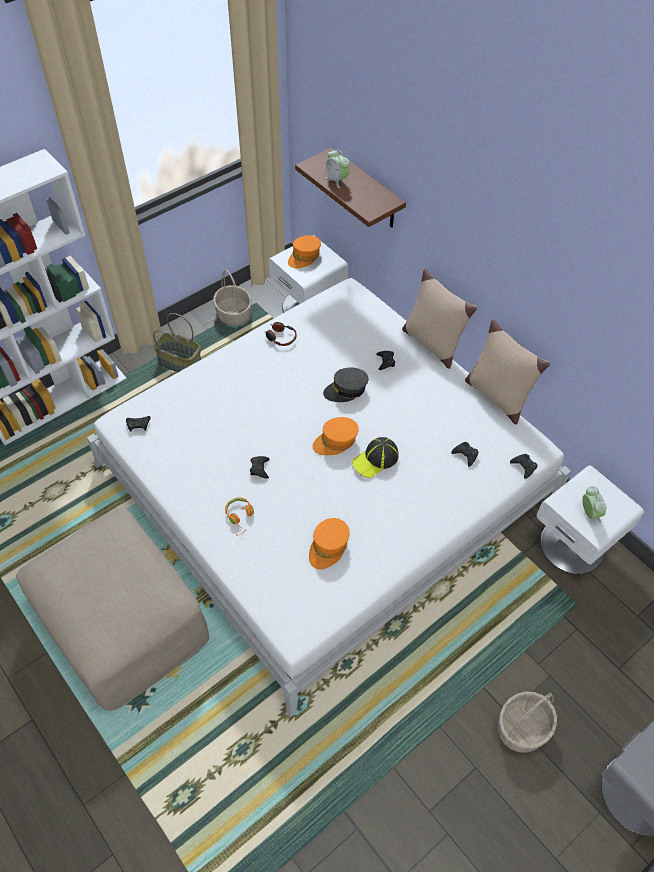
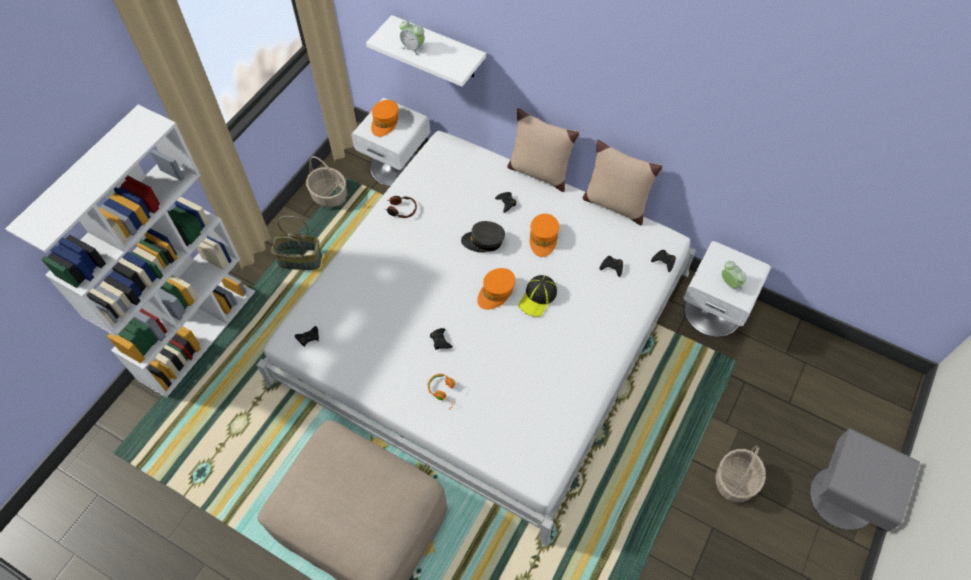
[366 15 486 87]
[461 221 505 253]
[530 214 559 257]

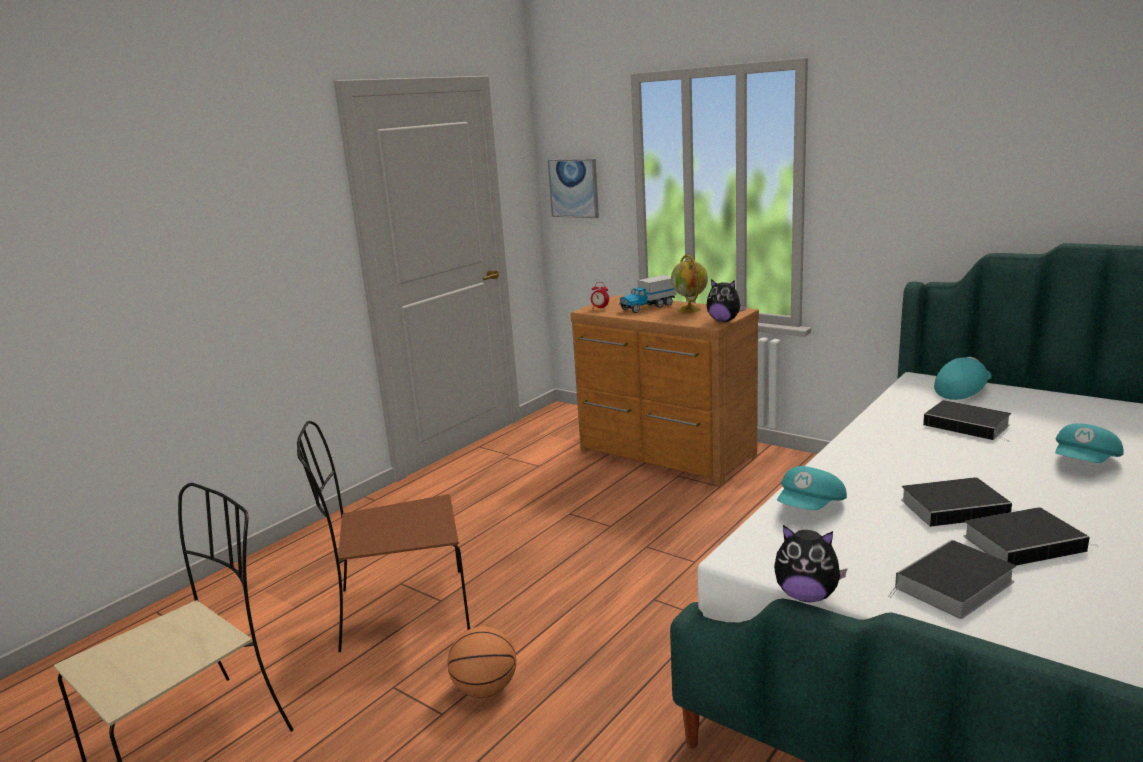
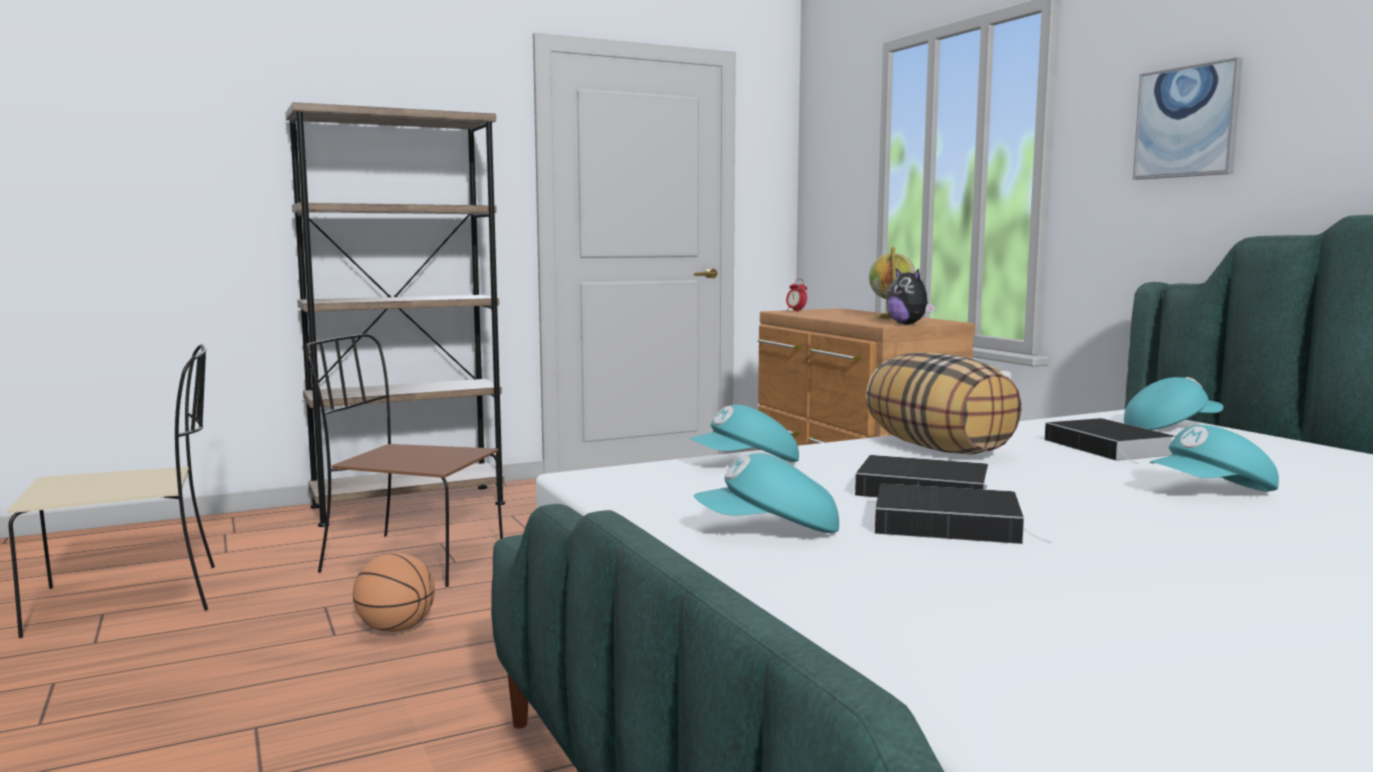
[285 102 505 527]
[694 453 839 533]
[866 352 1022 455]
[1133 57 1243 180]
[619 275 677 313] (first image)
[774 525 848 602] (first image)

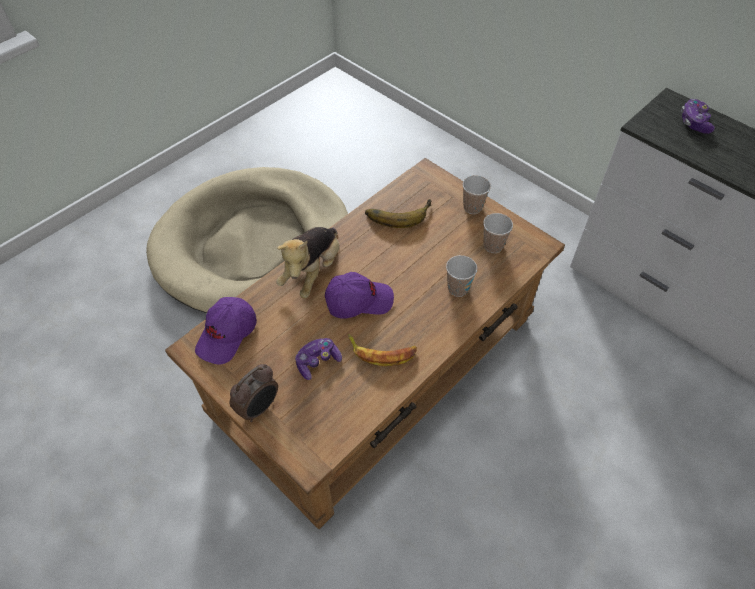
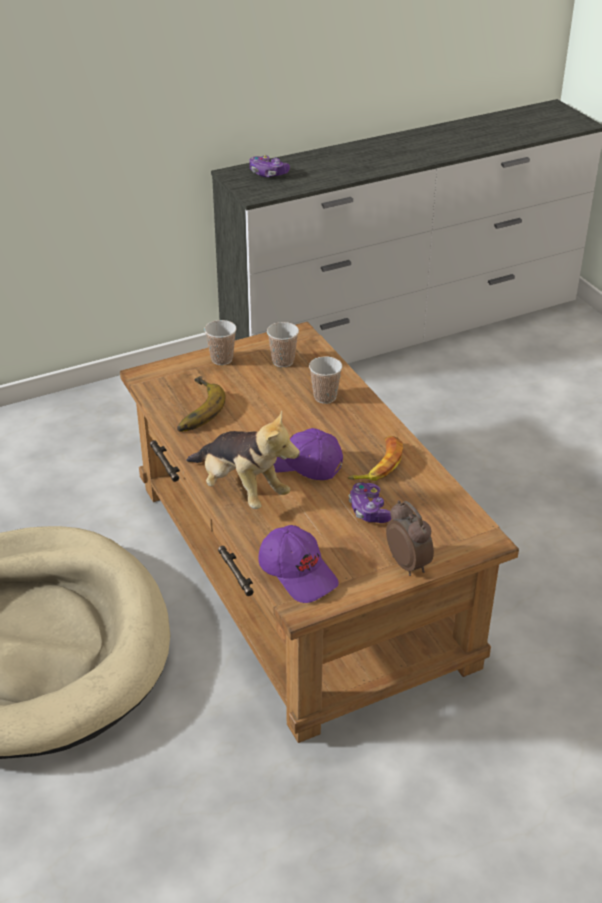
[273 428 343 480]

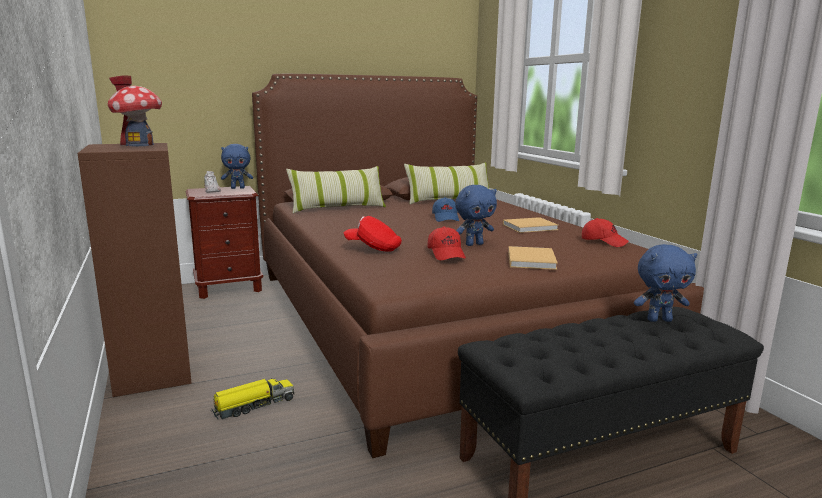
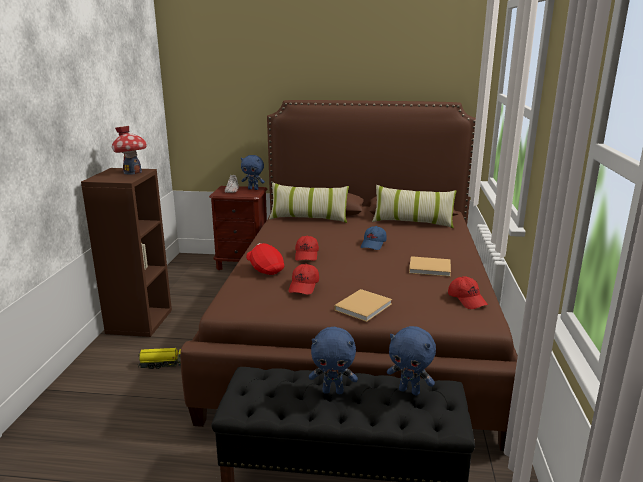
[295 235 319 261]
[309 327 358 394]

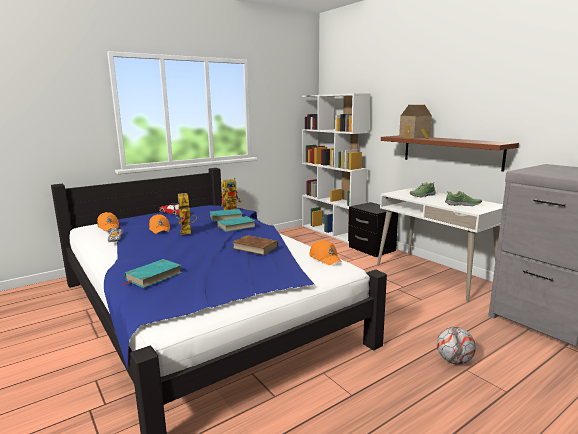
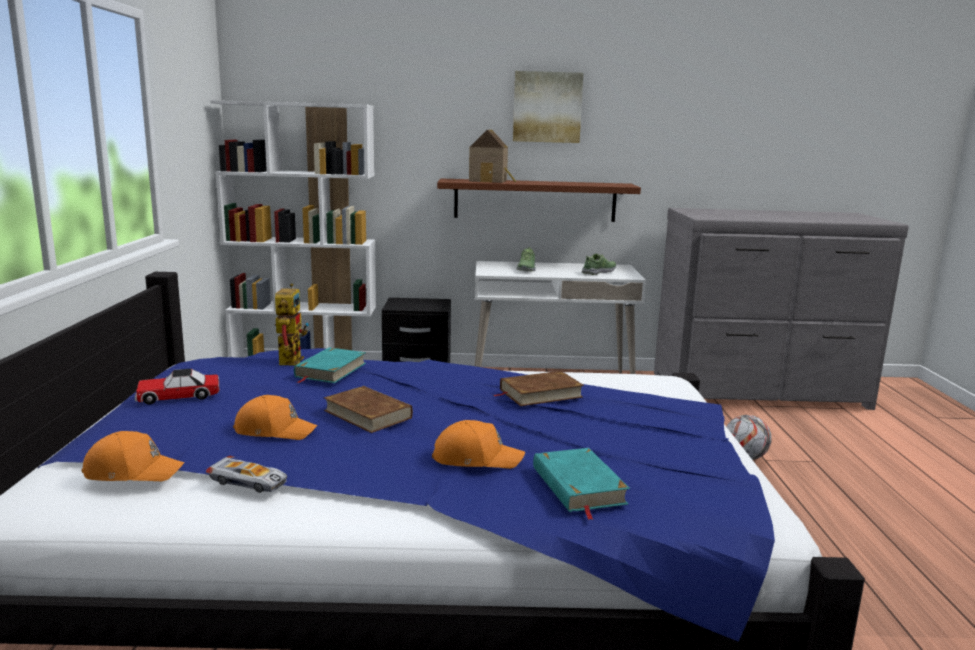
[324 386 413 433]
[432 420 525 469]
[513 71 584 143]
[214 216 256 232] (first image)

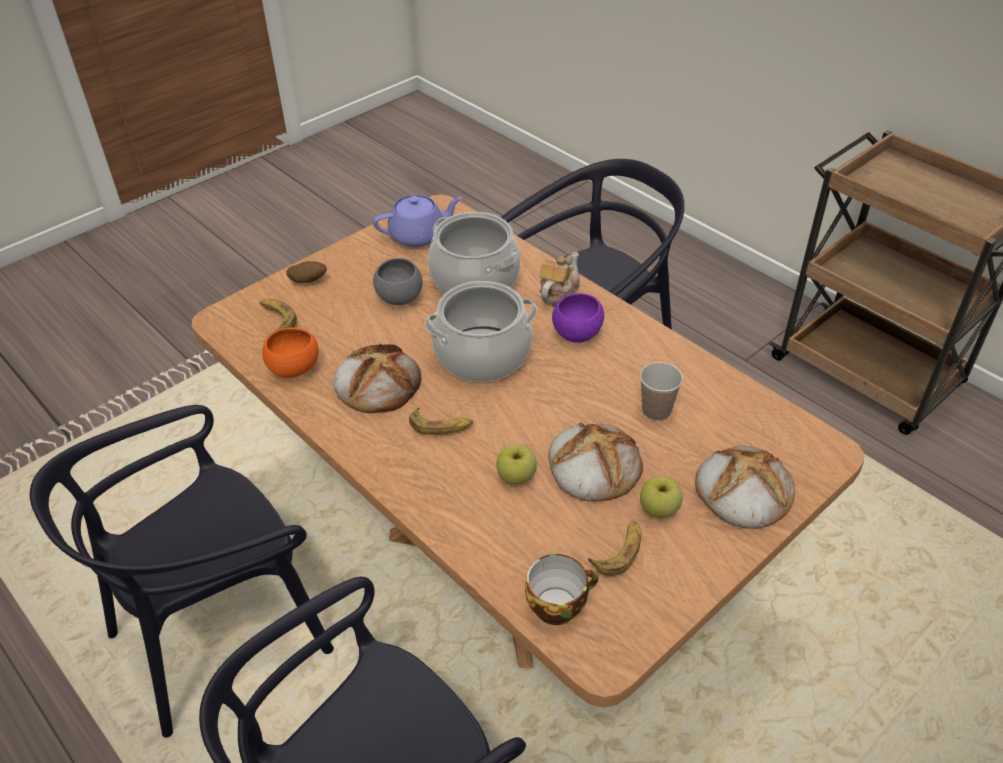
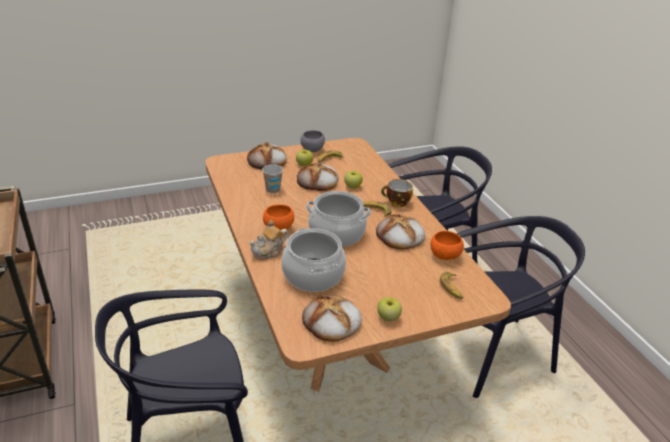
[263 204 294 230]
[300 130 325 152]
[302 295 362 342]
[377 297 402 322]
[381 179 413 207]
[286 261 327 283] (first image)

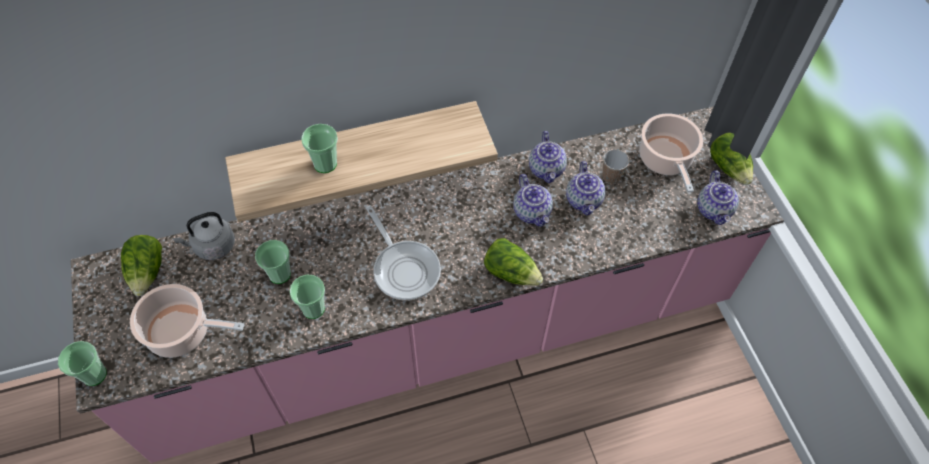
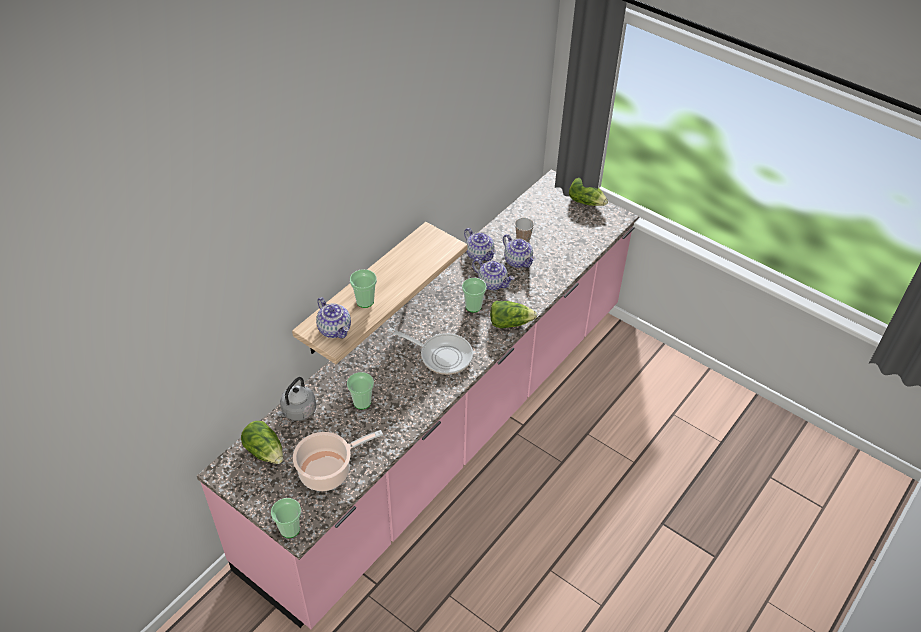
[316 297 351 339]
[462 278 487 313]
[639 114 703 192] (first image)

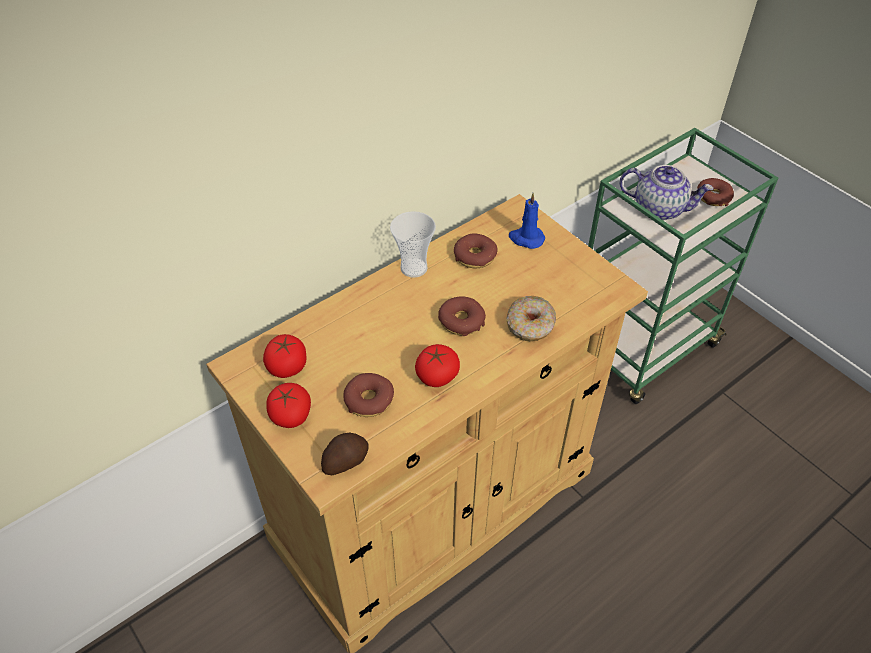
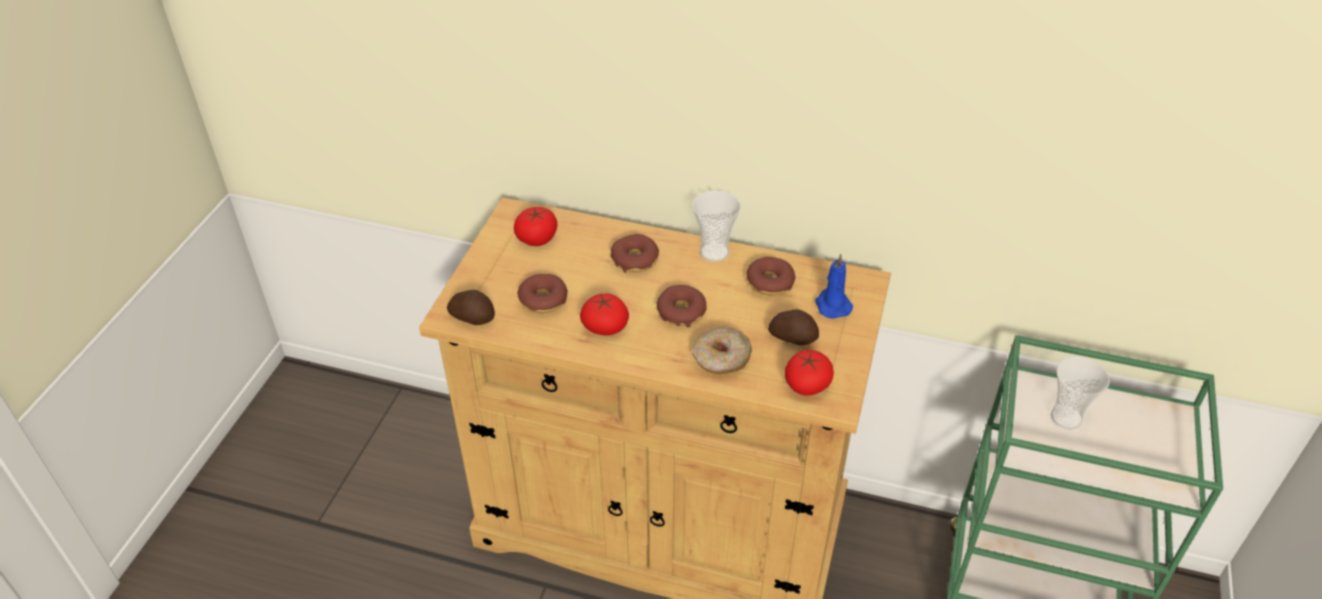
[611 234 659 273]
[768 309 819 345]
[785 350 834 396]
[1051 357 1110 430]

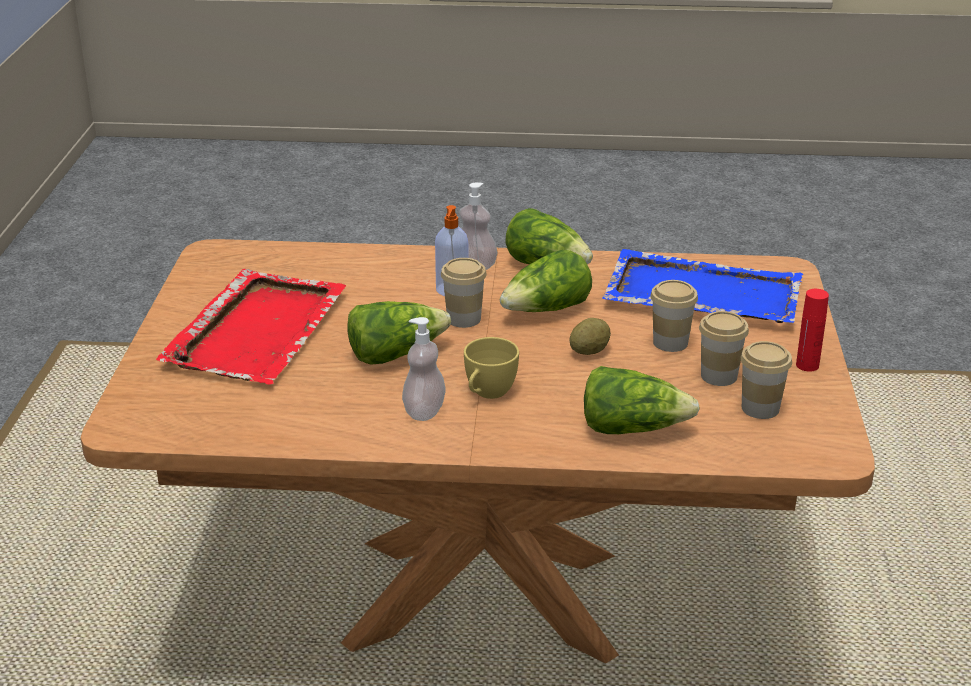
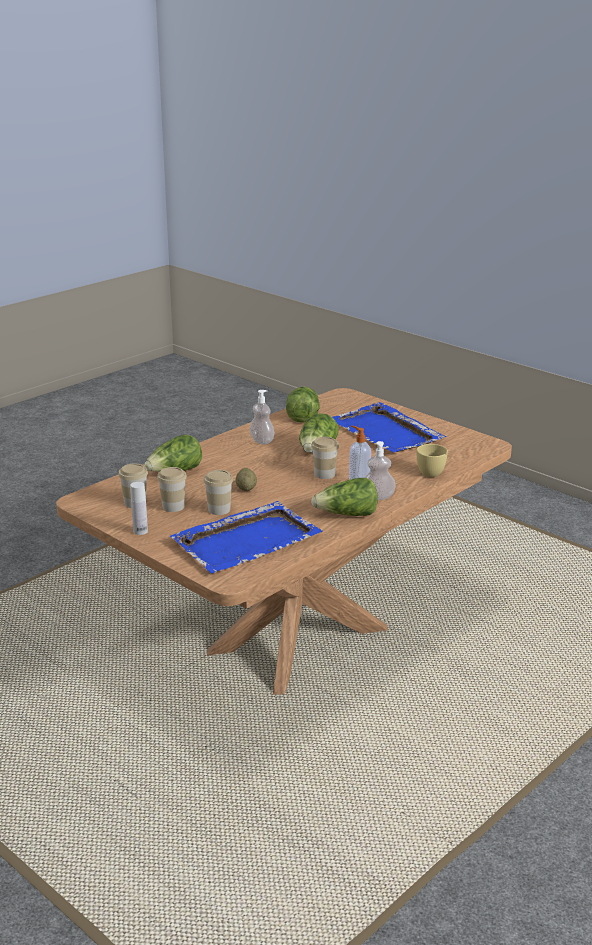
[130 482 148 535]
[286 387 320 423]
[333 402 446 453]
[417 444 448 477]

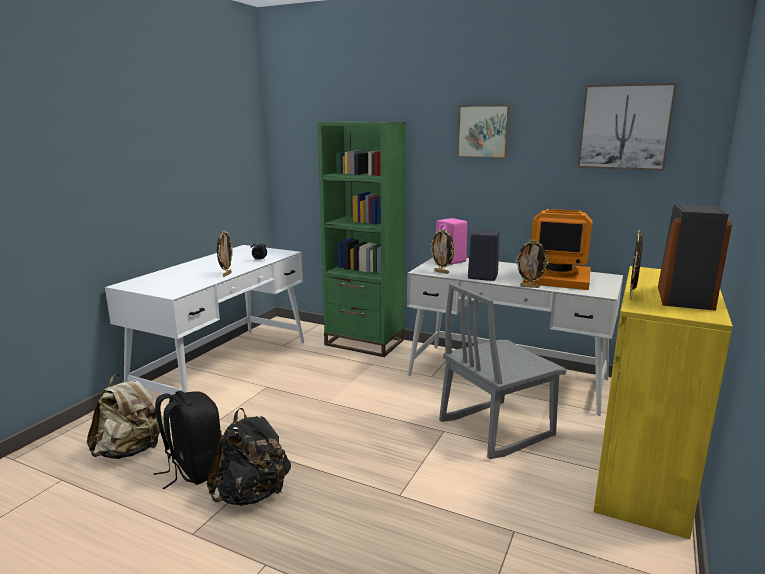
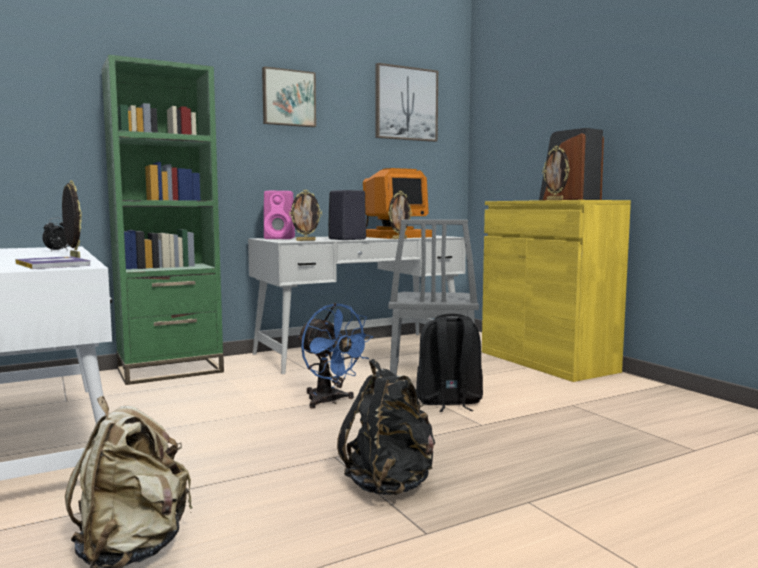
[15 257 90 269]
[297 303 373 408]
[416 314 483 412]

